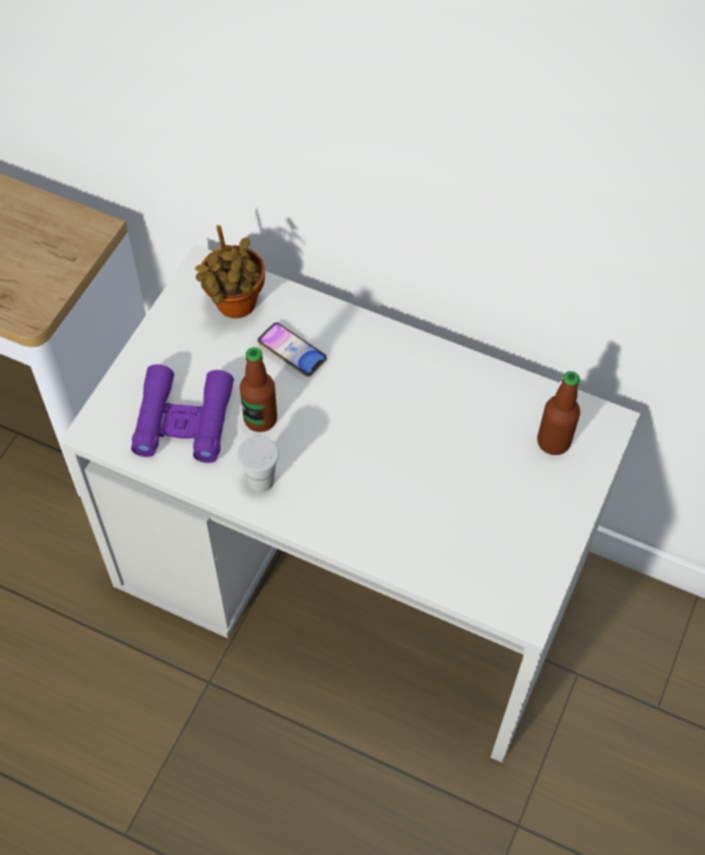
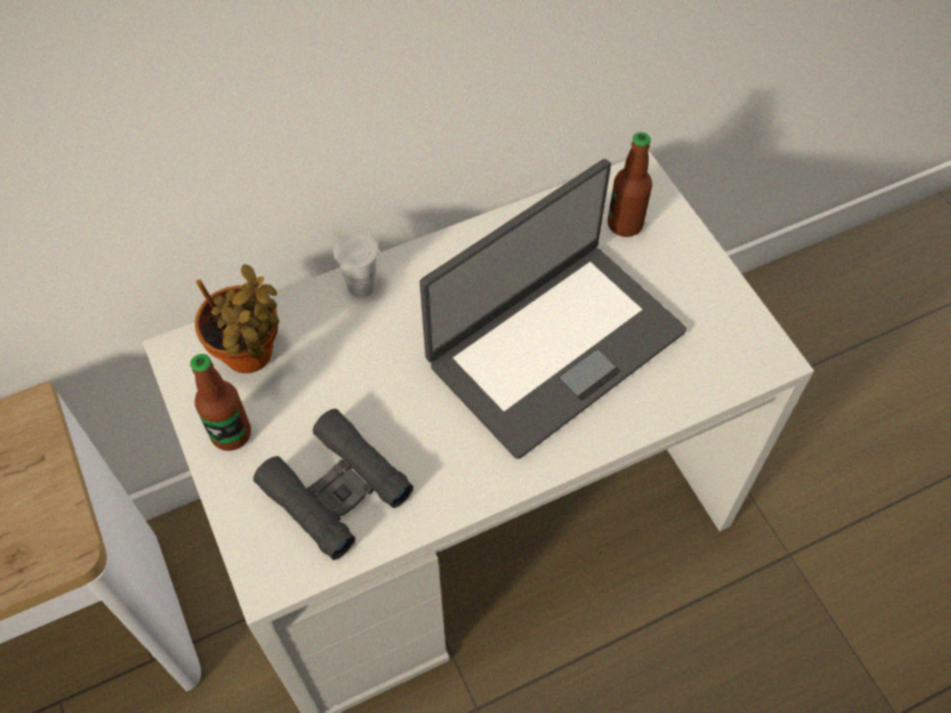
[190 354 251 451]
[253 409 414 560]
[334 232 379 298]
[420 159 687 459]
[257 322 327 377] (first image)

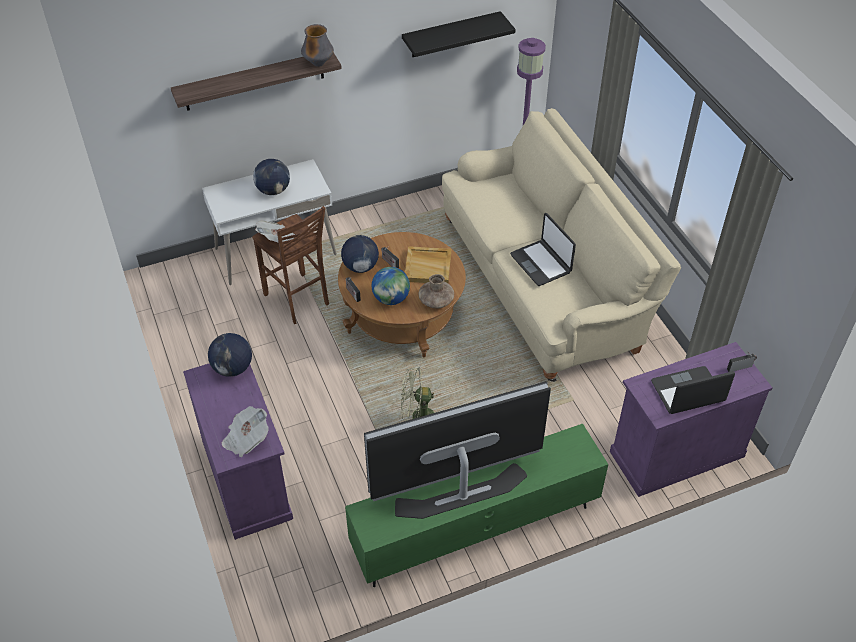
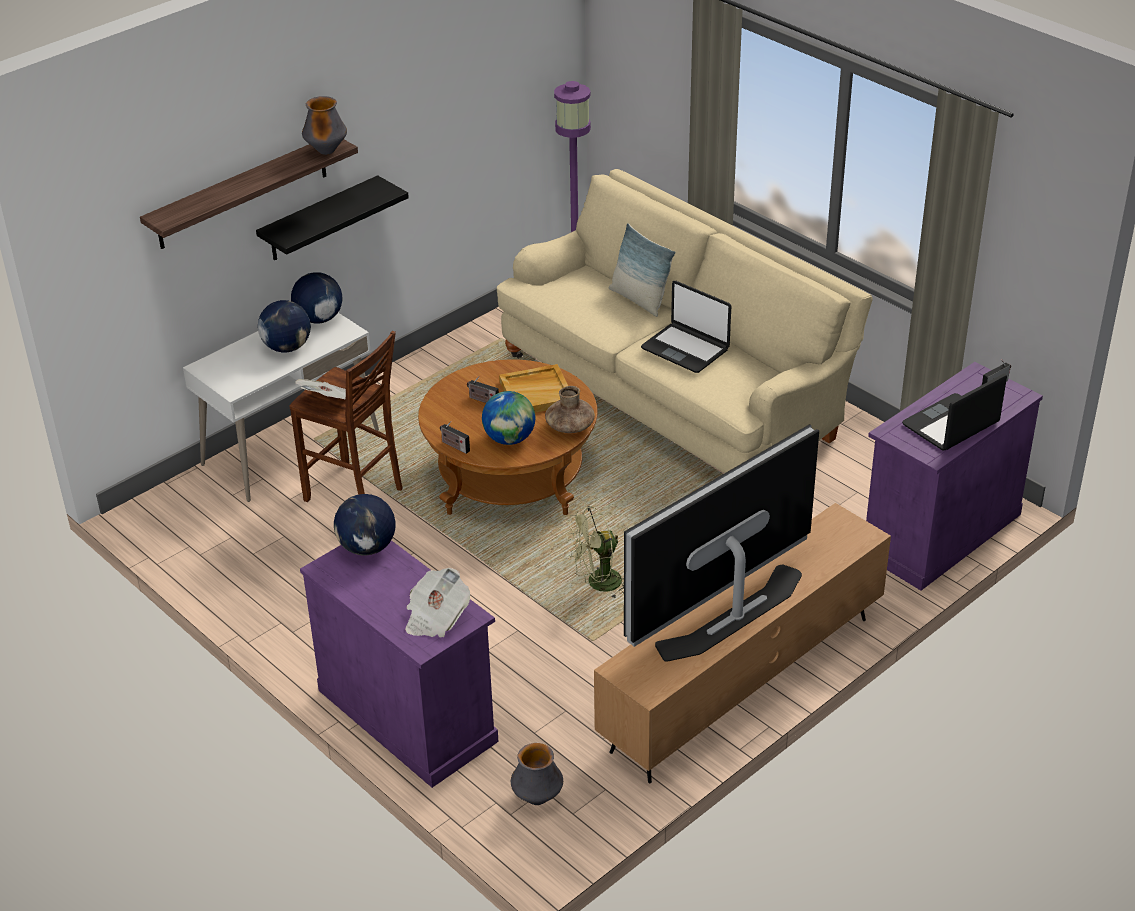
[256 175 409 260]
[291 272 342 323]
[511 743 563 805]
[594 503 891 783]
[609 223 676 317]

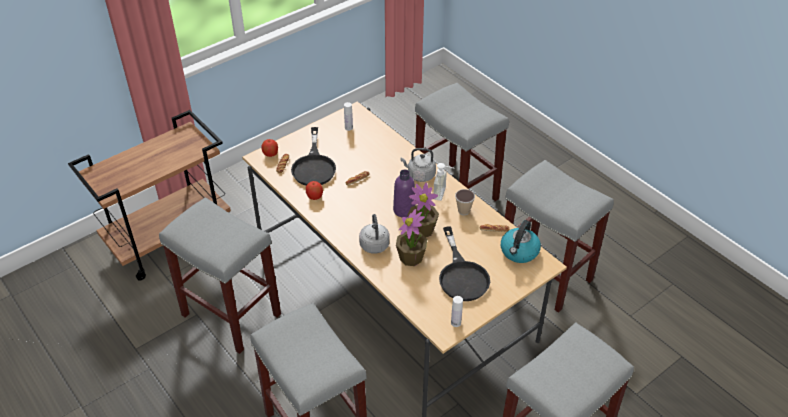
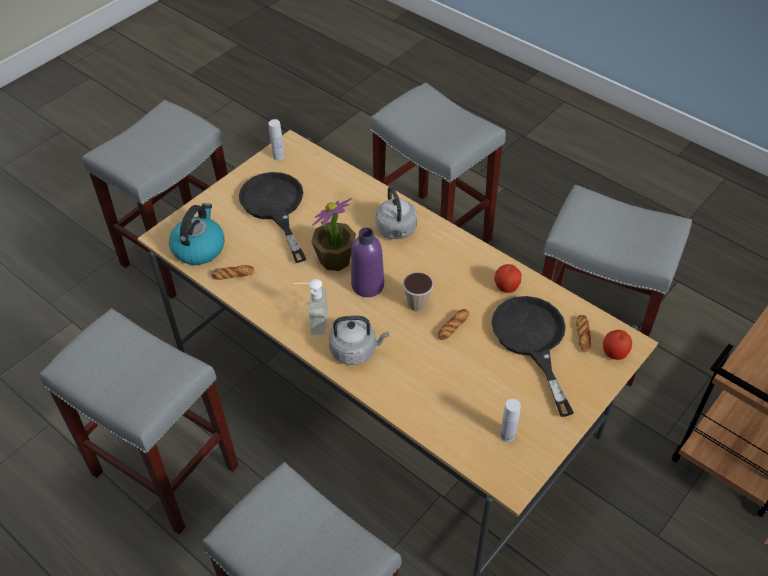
[403 272 434 312]
[396 209 427 266] (first image)

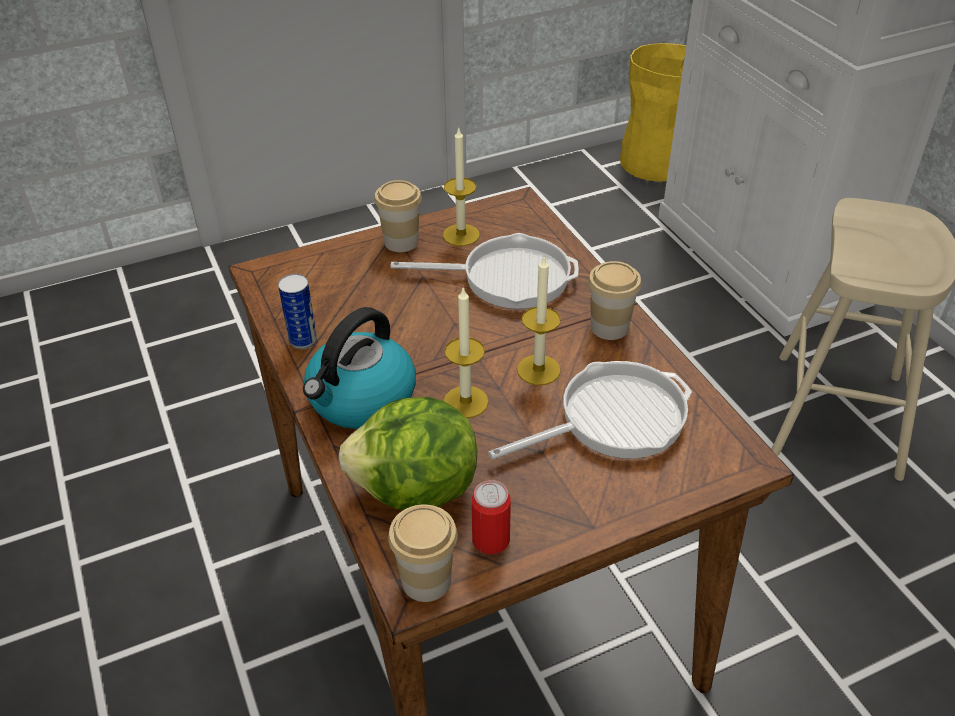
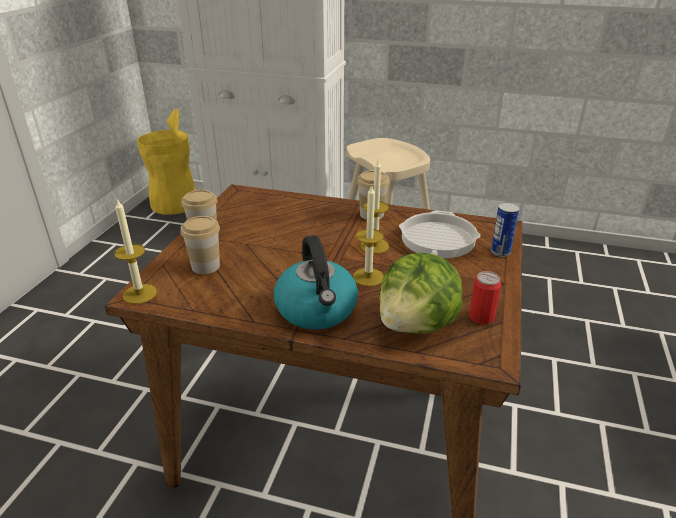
[114 199 157 304]
[181 216 220 274]
[491 202 520 257]
[390 233 579 309] (first image)

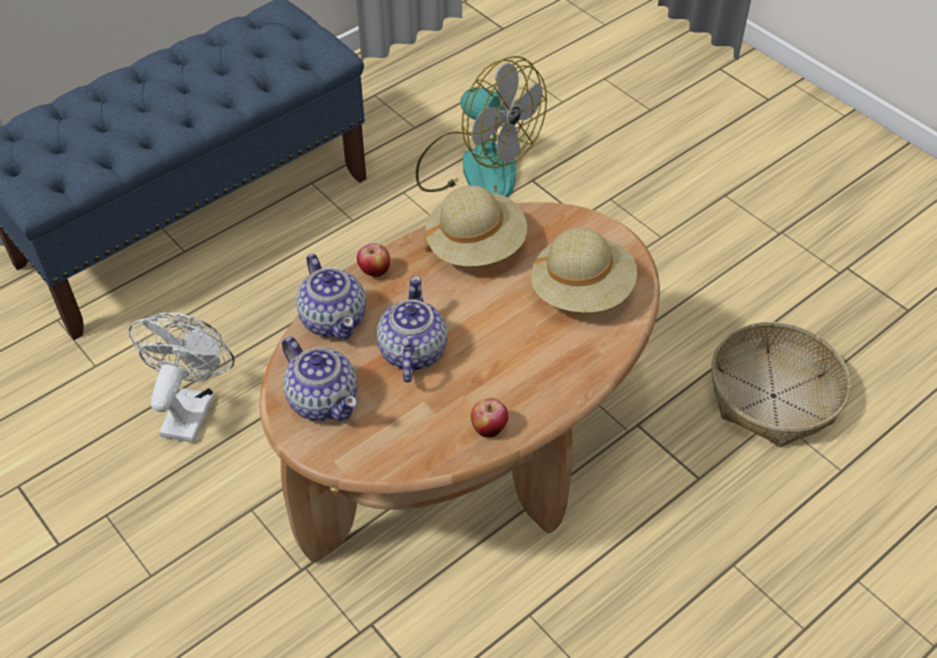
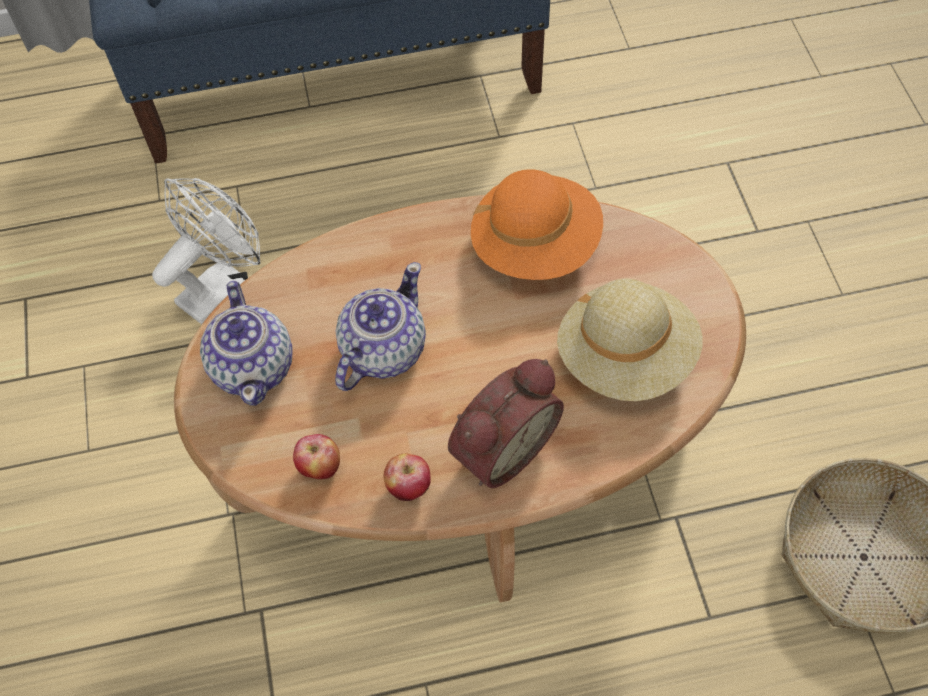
[293 434 340 479]
[448 359 564 488]
[471 169 603 280]
[296 254 366 340] (first image)
[416 56 547 198] (first image)

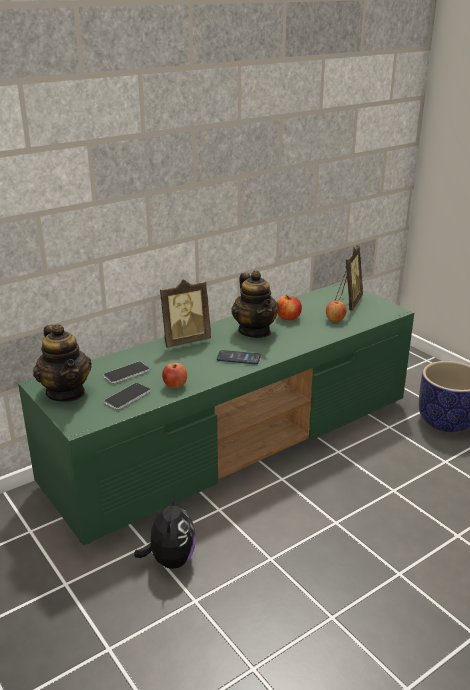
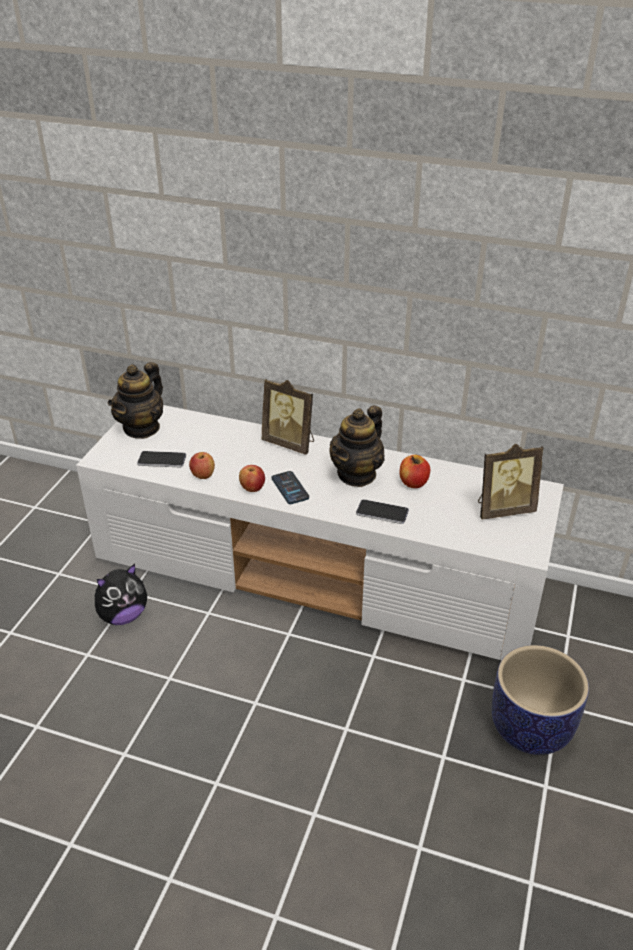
[76 405 564 660]
[239 465 265 492]
[356 499 409 524]

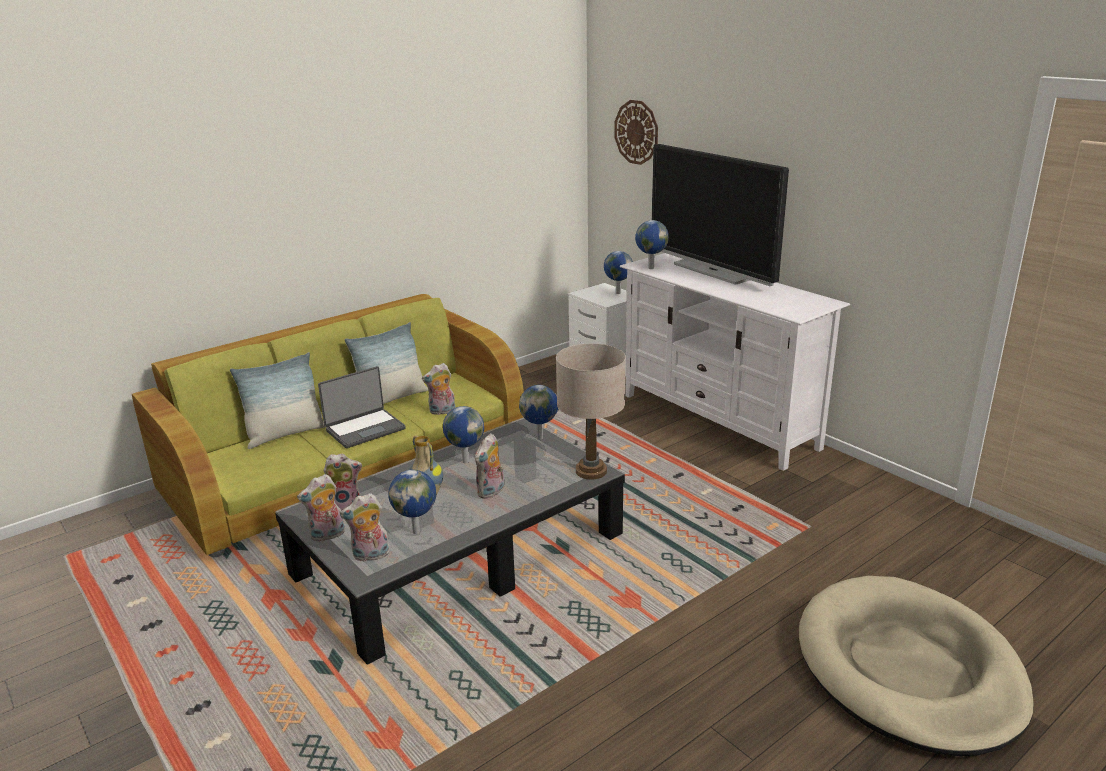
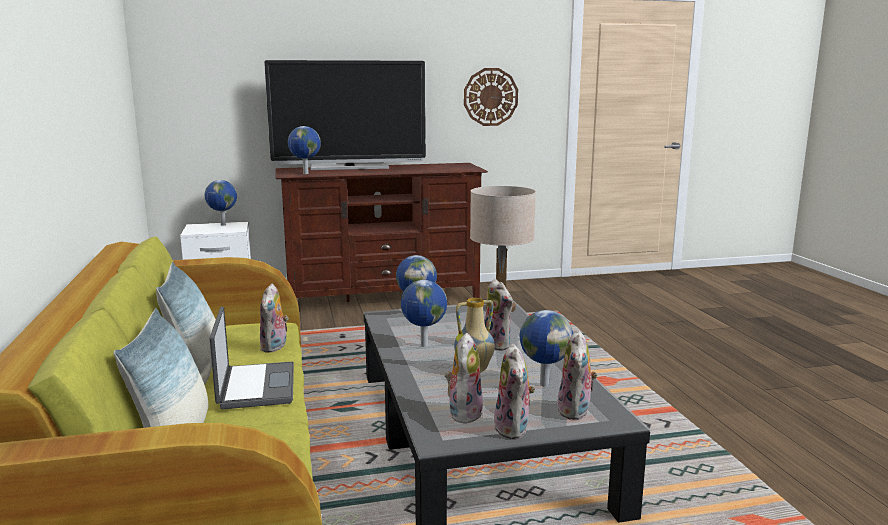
[275 163 488 302]
[464 68 518 126]
[799 576 1034 756] (first image)

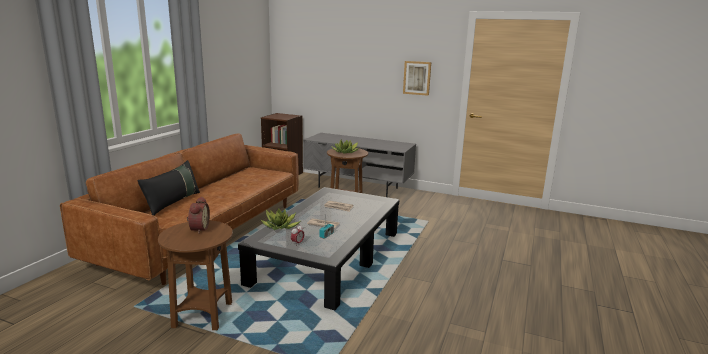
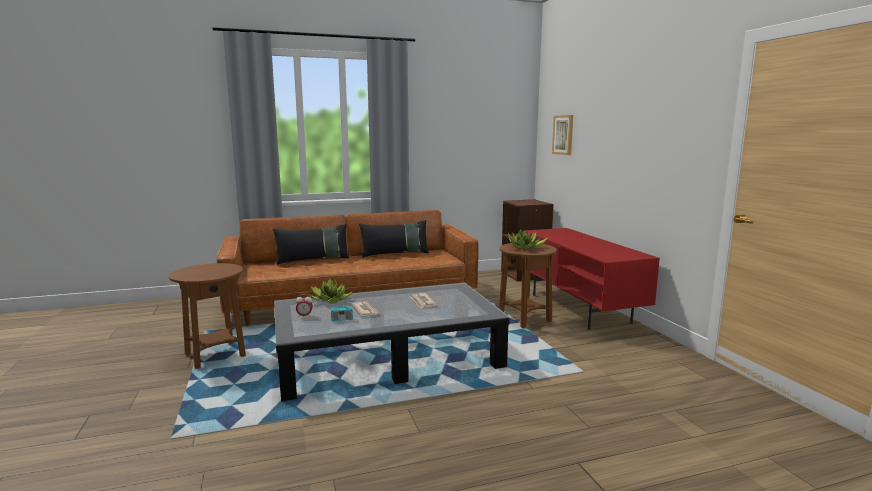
[359 220 429 258]
[525 228 660 330]
[552 115 573 155]
[187 197 210 234] (first image)

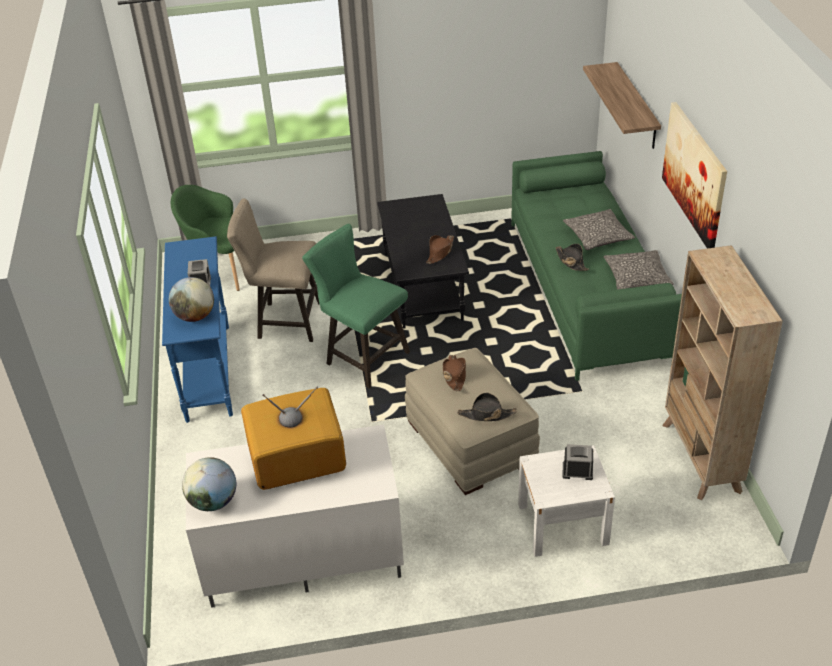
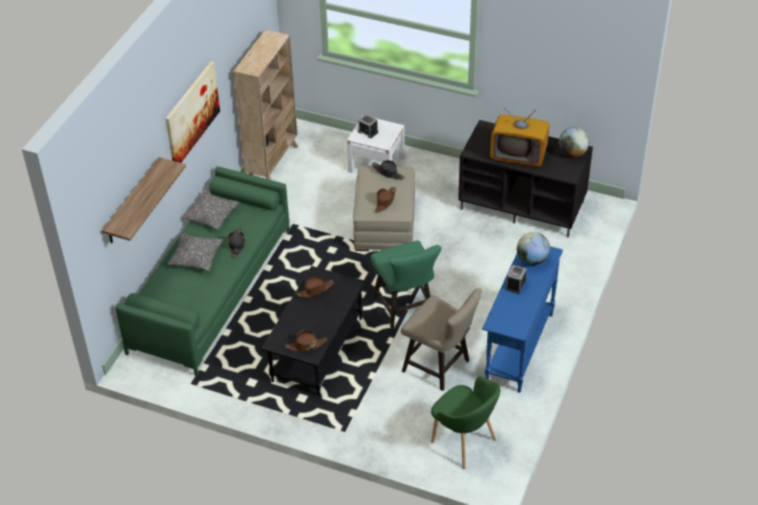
[285 330 327 351]
[458 120 593 238]

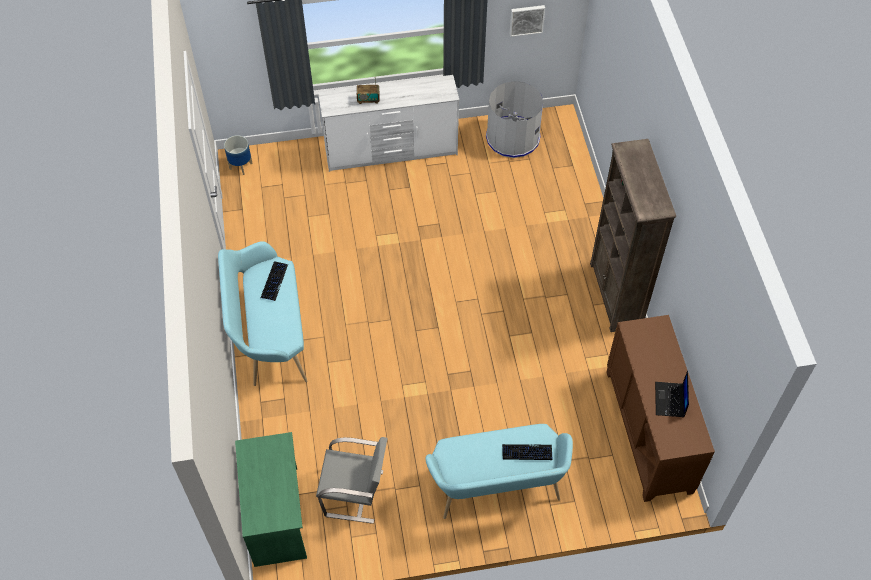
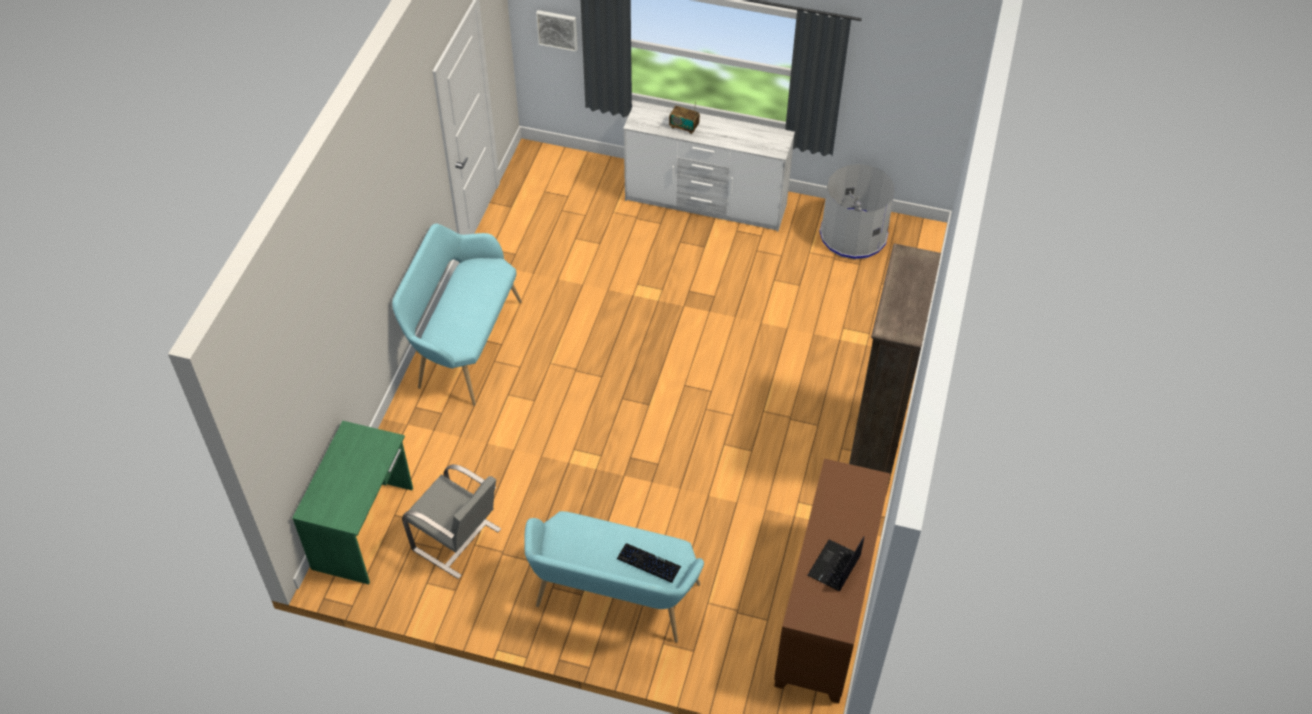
[536 10 577 52]
[224 135 253 175] (first image)
[261 261 288 301] (first image)

